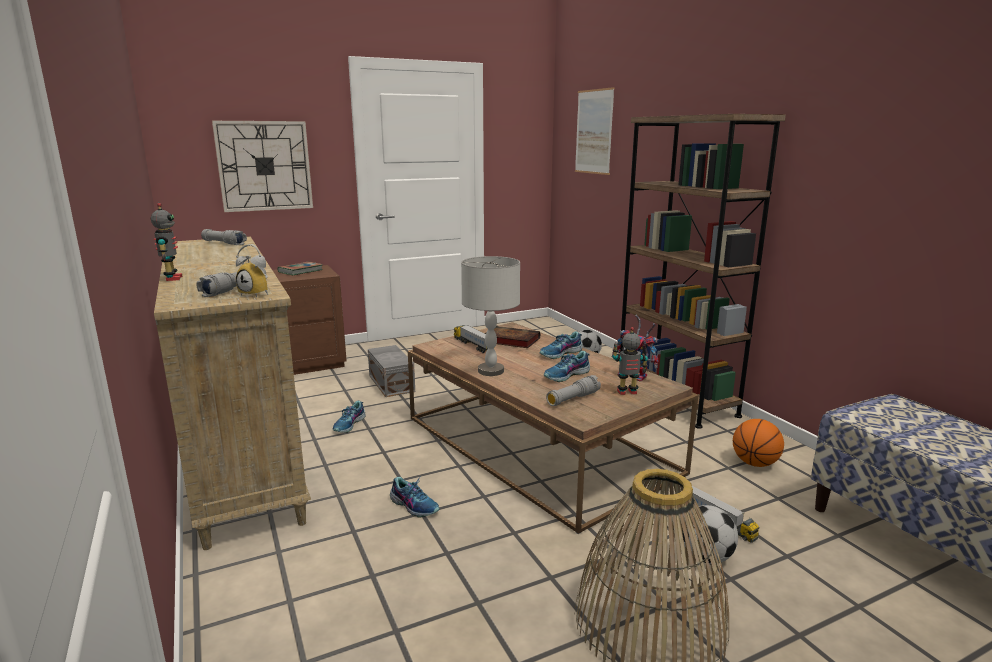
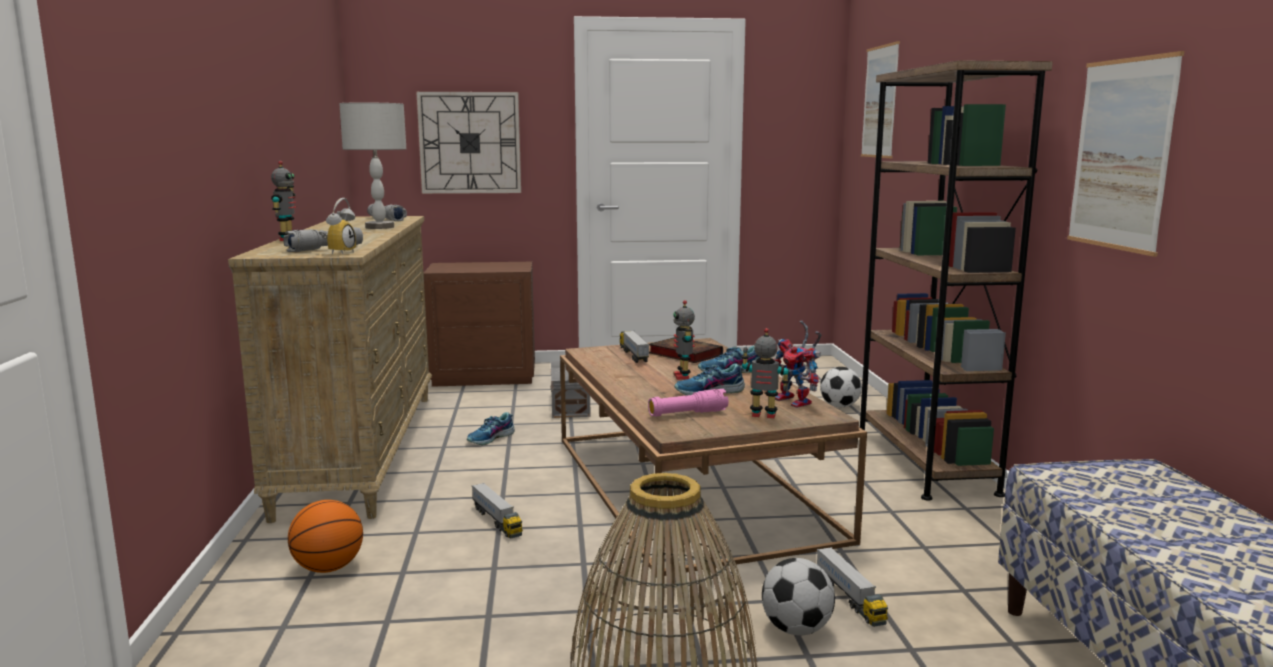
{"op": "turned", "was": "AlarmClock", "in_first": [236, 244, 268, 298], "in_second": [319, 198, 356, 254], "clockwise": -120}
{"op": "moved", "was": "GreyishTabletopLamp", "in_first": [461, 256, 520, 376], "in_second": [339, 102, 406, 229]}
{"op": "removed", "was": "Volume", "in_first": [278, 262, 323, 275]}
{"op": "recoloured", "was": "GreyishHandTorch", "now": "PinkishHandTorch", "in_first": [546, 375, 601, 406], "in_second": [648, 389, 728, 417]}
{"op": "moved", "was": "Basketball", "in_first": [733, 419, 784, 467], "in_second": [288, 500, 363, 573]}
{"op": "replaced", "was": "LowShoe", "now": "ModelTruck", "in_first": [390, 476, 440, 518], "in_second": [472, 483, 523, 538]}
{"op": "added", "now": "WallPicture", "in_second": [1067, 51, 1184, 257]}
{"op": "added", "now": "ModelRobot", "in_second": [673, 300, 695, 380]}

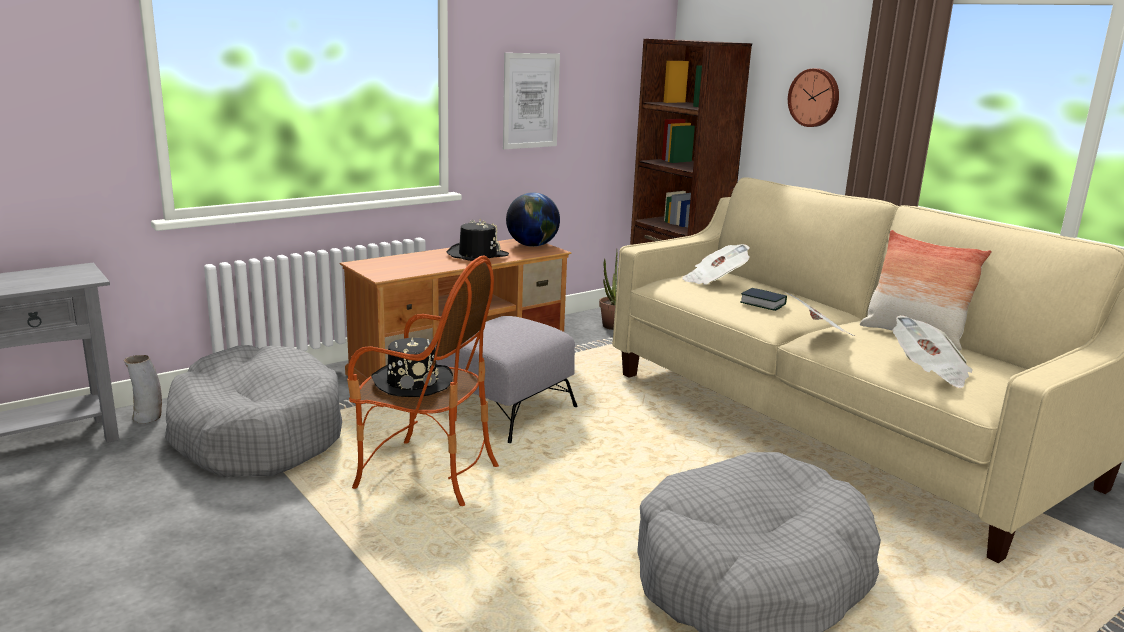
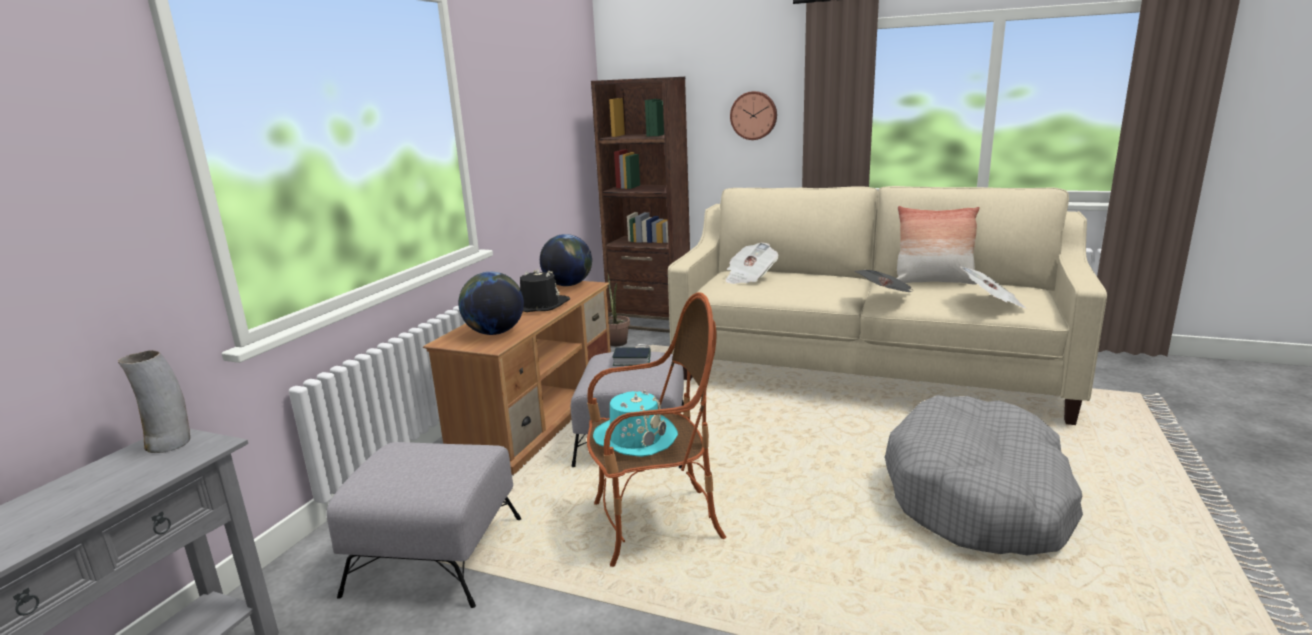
{"op": "removed", "was": "WallPicture", "in_first": [503, 53, 560, 149]}
{"op": "moved", "was": "Volume", "in_first": [740, 288, 787, 311], "in_second": [612, 347, 651, 366]}
{"op": "recoloured", "was": "BlackishHat", "now": "TurquoiseHat", "in_first": [371, 337, 453, 397], "in_second": [593, 390, 678, 457]}
{"op": "replaced", "was": "GreyishPetBed", "now": "GreyishOttoman", "in_first": [165, 345, 342, 477], "in_second": [326, 442, 521, 608]}
{"op": "moved", "was": "FlowerVase", "in_first": [124, 355, 162, 423], "in_second": [118, 350, 190, 453]}
{"op": "added", "now": "WorldGlobe", "in_second": [458, 272, 524, 335]}

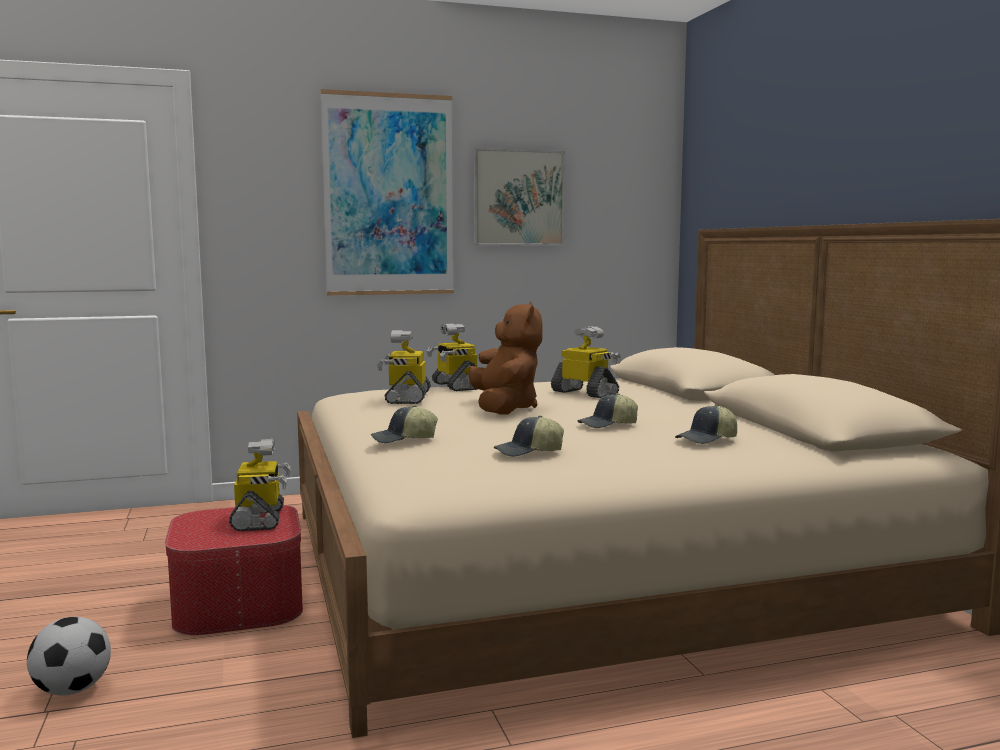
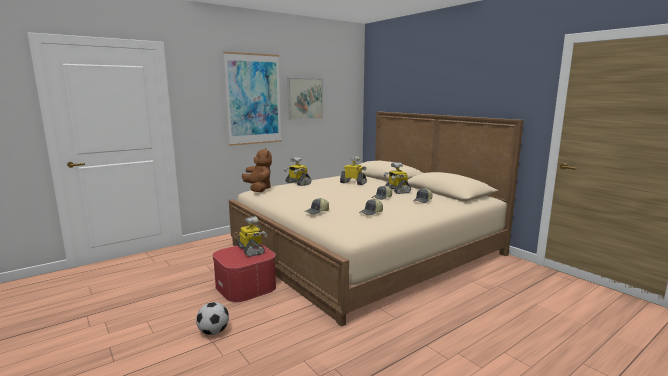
{"op": "moved", "was": "BrownSoftToy", "in_first": [468, 301, 542, 415], "in_second": [242, 148, 272, 192]}
{"op": "moved", "was": "ModelRobot", "in_first": [377, 330, 431, 404], "in_second": [384, 162, 411, 194]}

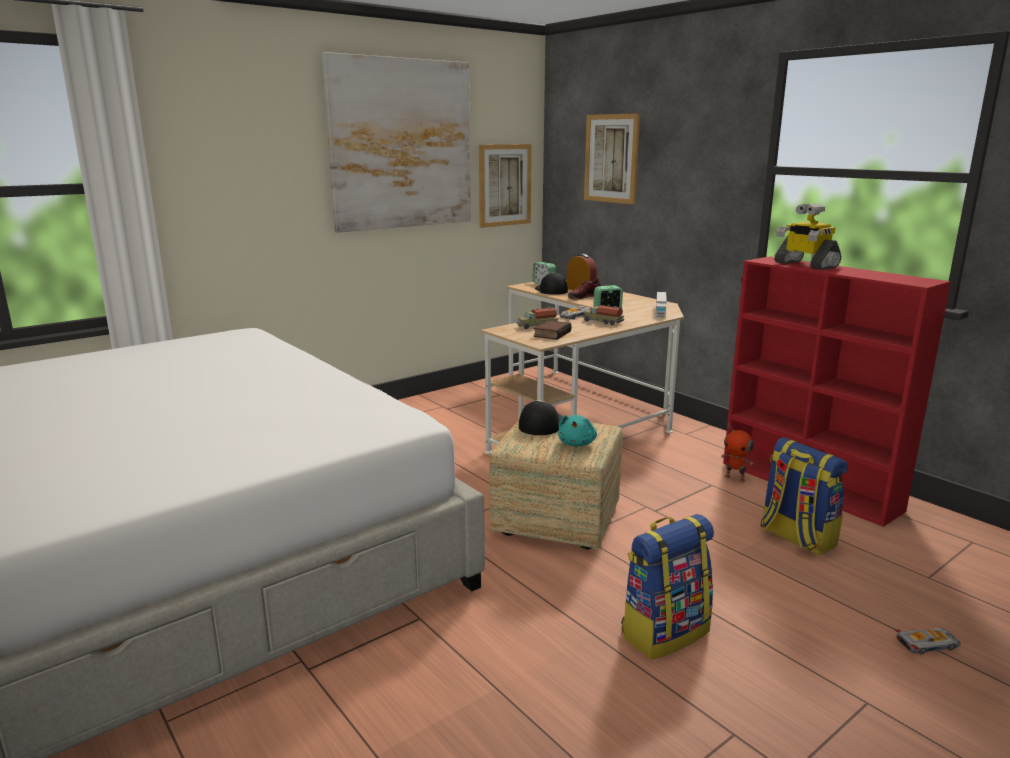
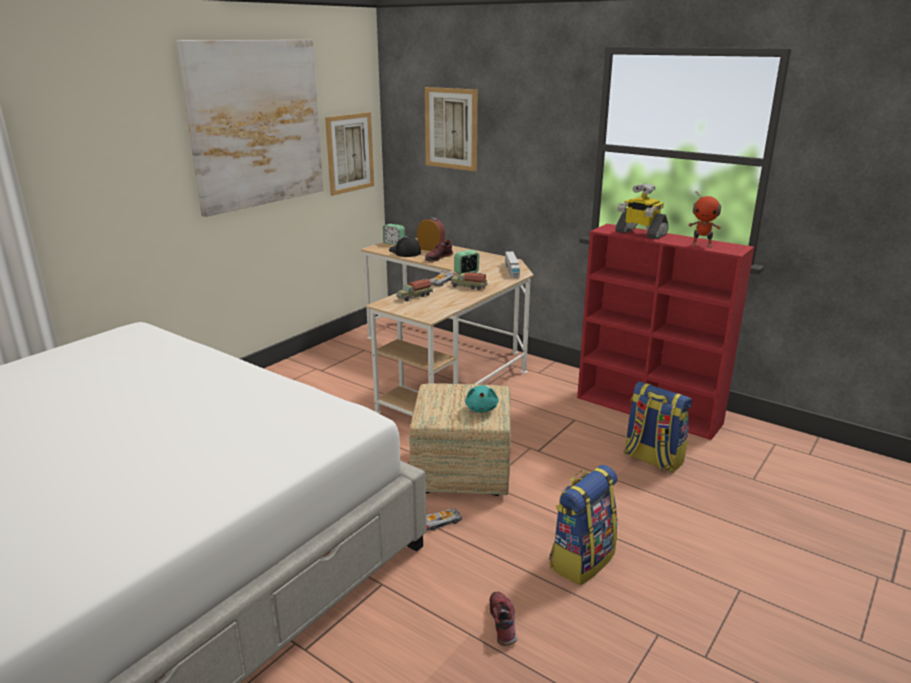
{"op": "removed", "was": "Volume", "in_first": [534, 320, 572, 340]}
{"op": "removed", "was": "Cap", "in_first": [519, 400, 562, 435]}
{"op": "moved", "was": "ModelRobot", "in_first": [721, 424, 754, 483], "in_second": [688, 192, 721, 247]}
{"op": "moved", "was": "MiniatureCar", "in_first": [895, 628, 961, 655], "in_second": [426, 509, 462, 531]}
{"op": "added", "now": "LowShoe", "in_second": [490, 592, 517, 646]}

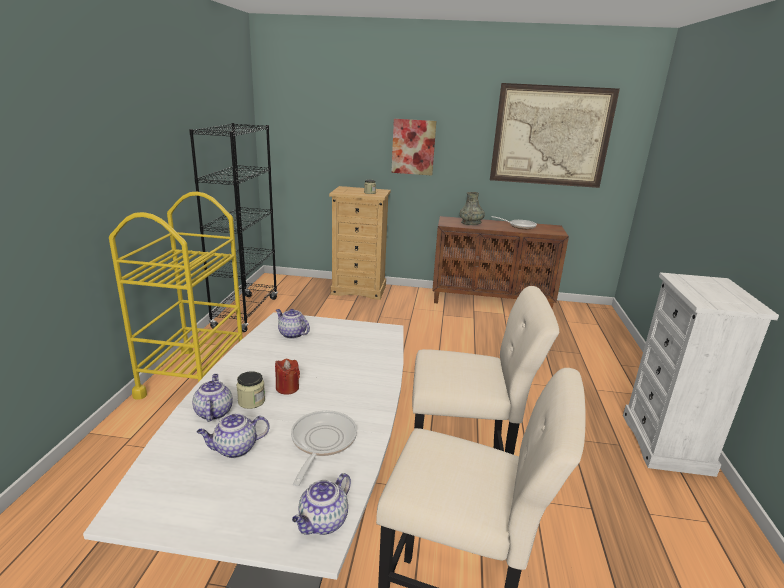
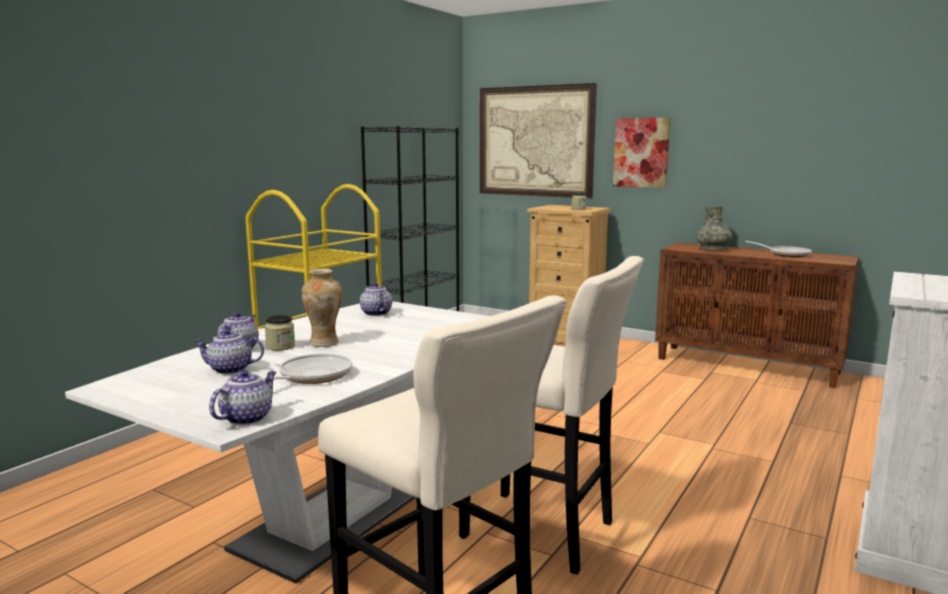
{"op": "moved", "was": "WallPicture", "in_first": [490, 83, 620, 188], "in_second": [480, 83, 597, 199]}
{"op": "replaced", "was": "ReddishWaxLight", "now": "FlowerVase", "in_first": [275, 359, 300, 395], "in_second": [301, 269, 342, 347]}
{"op": "turned", "was": "PotForTea", "in_first": [292, 473, 351, 535], "in_second": [209, 370, 276, 425], "clockwise": 150}

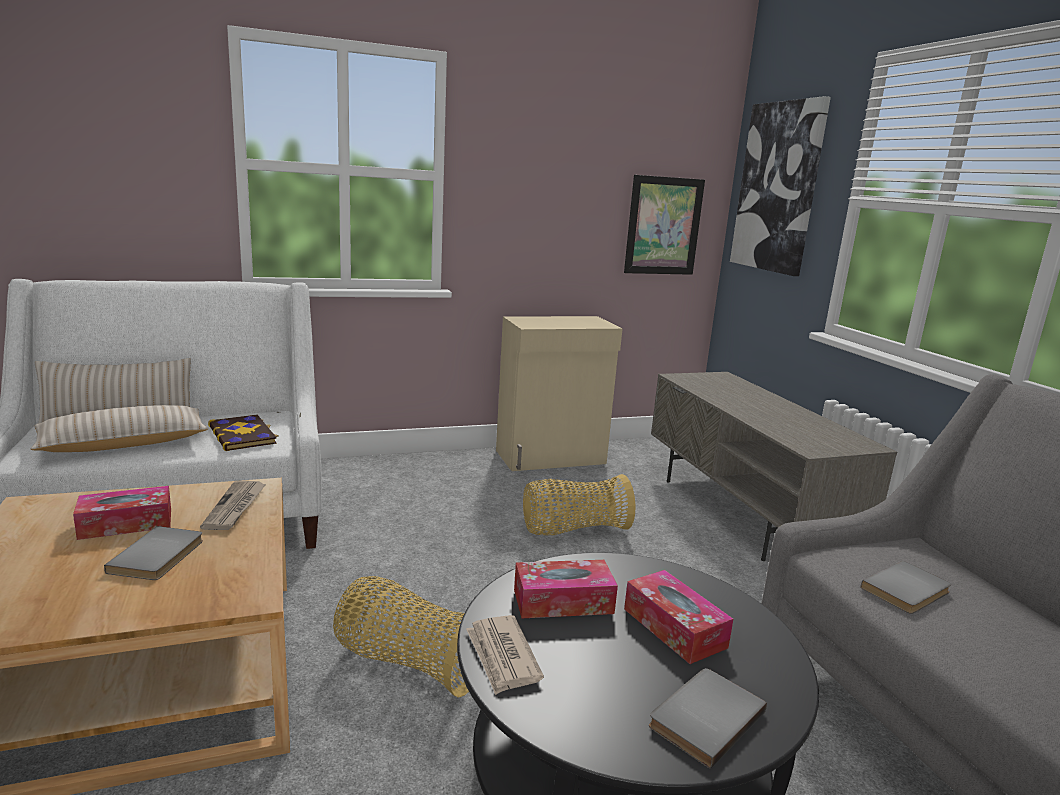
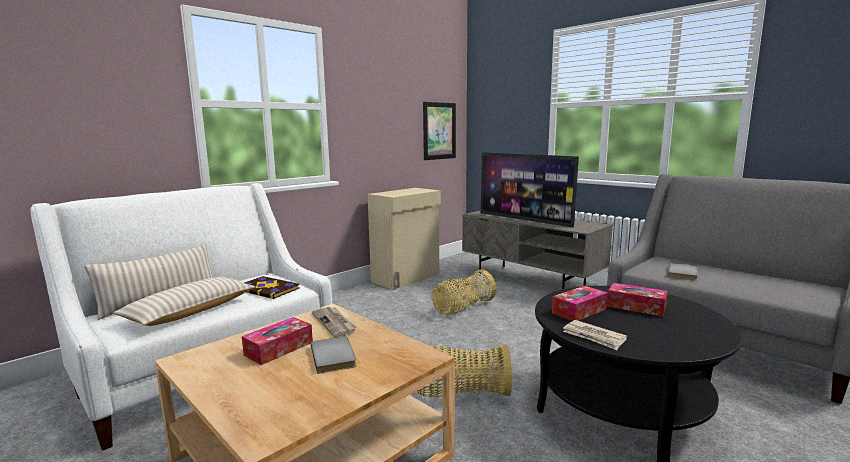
{"op": "removed", "was": "WallPicture", "in_first": [730, 96, 831, 276]}
{"op": "removed", "was": "GreyishVolume", "in_first": [649, 668, 767, 769]}
{"op": "added", "now": "Tv", "in_second": [481, 152, 579, 228]}

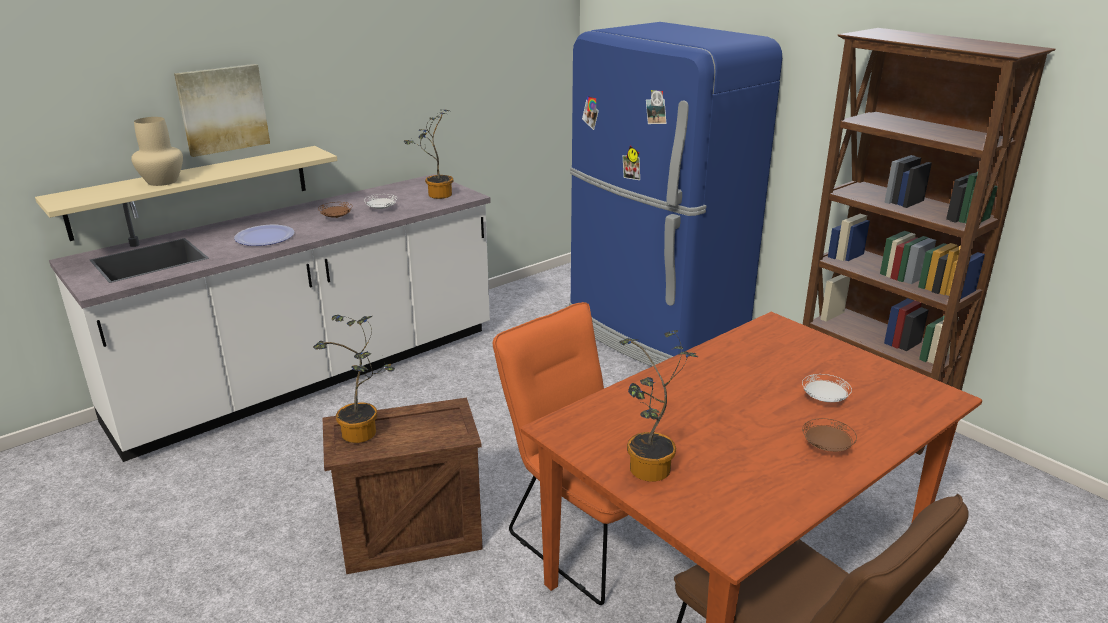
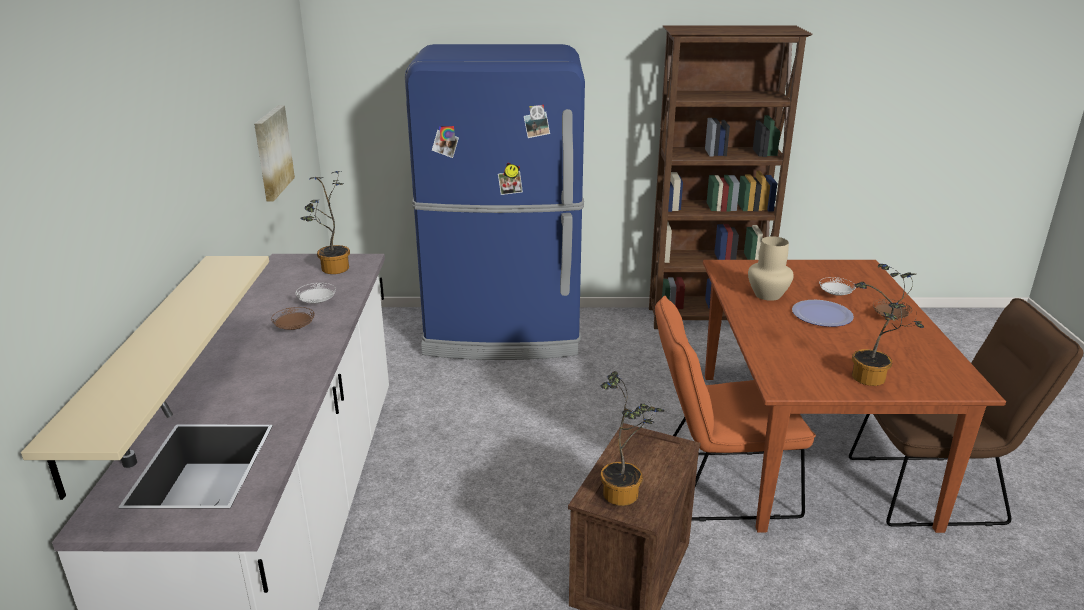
{"op": "moved", "was": "WallPicture", "in_first": [174, 64, 270, 157], "in_second": [254, 105, 295, 201]}
{"op": "moved", "was": "BeigeFlowerVase", "in_first": [131, 117, 183, 186], "in_second": [748, 236, 794, 301]}
{"op": "moved", "was": "DinnerPlate", "in_first": [234, 225, 294, 246], "in_second": [792, 300, 854, 327]}

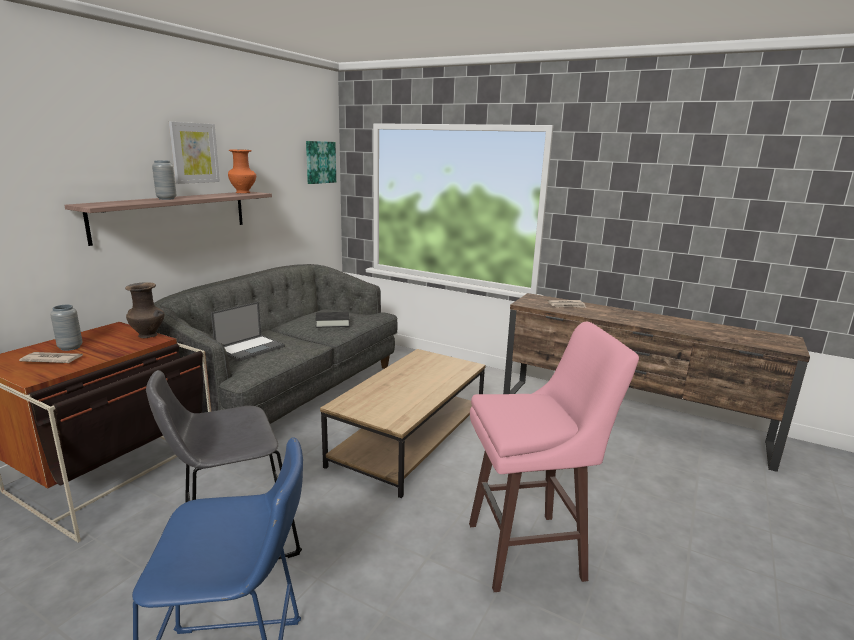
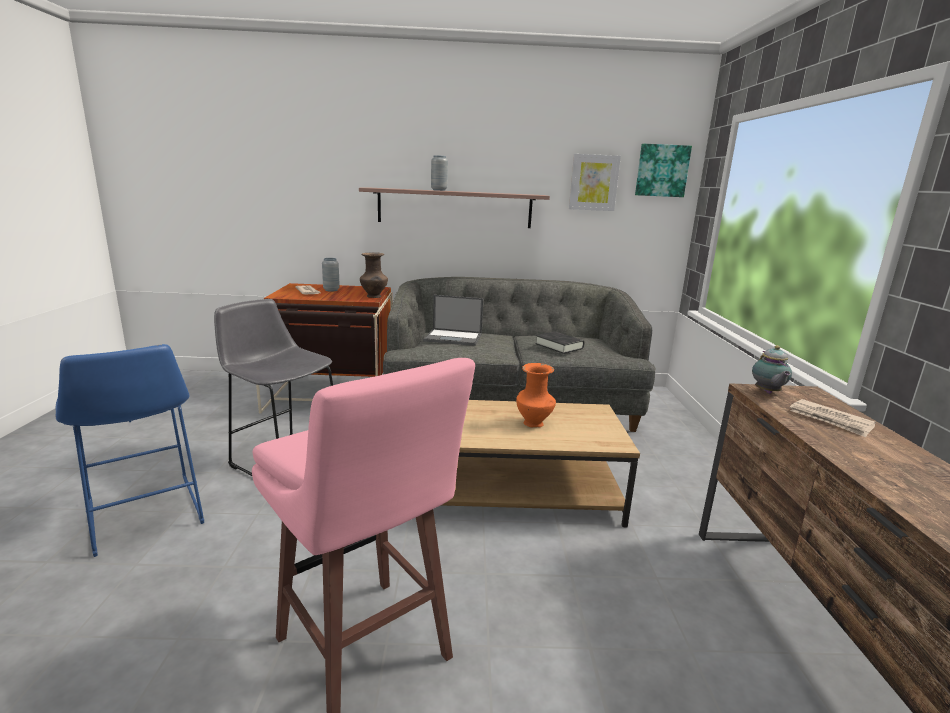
{"op": "moved", "was": "WallPicture", "in_first": [169, 122, 220, 184], "in_second": [569, 154, 621, 211]}
{"op": "moved", "was": "OrangeFlowerVase", "in_first": [228, 150, 256, 193], "in_second": [516, 363, 556, 427]}
{"op": "added", "now": "PotForTea", "in_second": [752, 345, 792, 394]}

